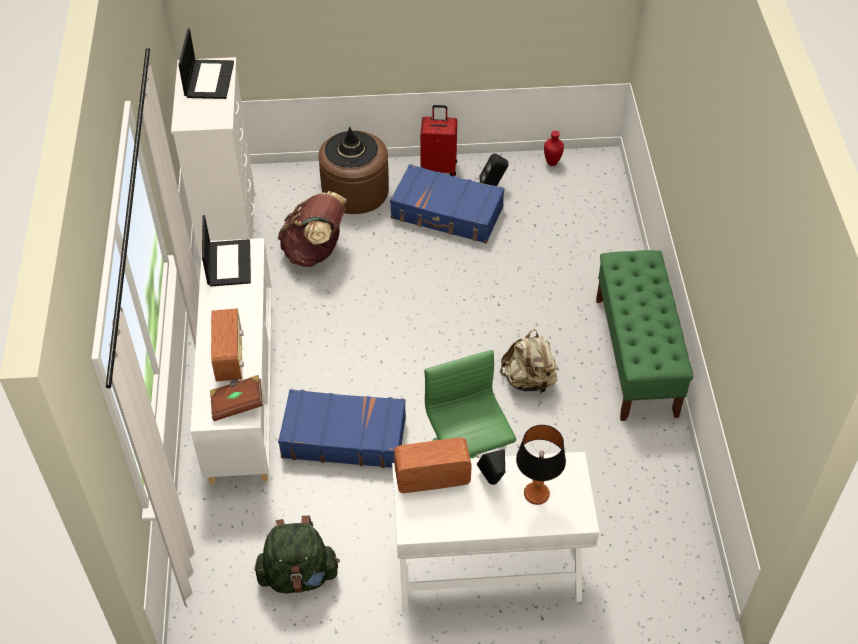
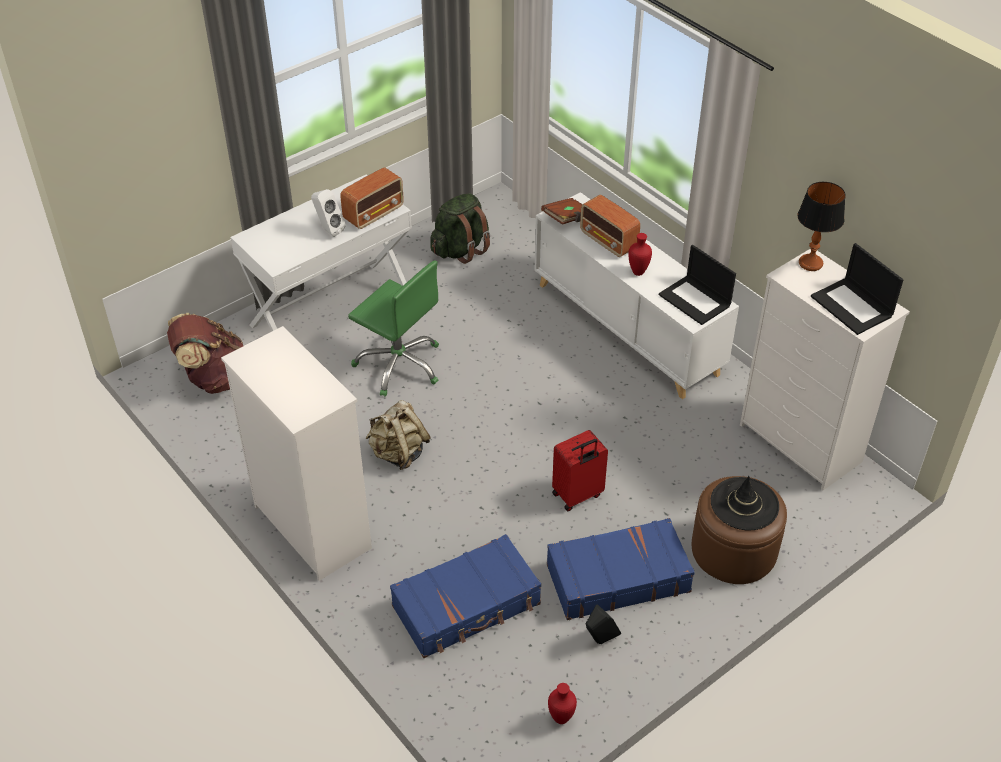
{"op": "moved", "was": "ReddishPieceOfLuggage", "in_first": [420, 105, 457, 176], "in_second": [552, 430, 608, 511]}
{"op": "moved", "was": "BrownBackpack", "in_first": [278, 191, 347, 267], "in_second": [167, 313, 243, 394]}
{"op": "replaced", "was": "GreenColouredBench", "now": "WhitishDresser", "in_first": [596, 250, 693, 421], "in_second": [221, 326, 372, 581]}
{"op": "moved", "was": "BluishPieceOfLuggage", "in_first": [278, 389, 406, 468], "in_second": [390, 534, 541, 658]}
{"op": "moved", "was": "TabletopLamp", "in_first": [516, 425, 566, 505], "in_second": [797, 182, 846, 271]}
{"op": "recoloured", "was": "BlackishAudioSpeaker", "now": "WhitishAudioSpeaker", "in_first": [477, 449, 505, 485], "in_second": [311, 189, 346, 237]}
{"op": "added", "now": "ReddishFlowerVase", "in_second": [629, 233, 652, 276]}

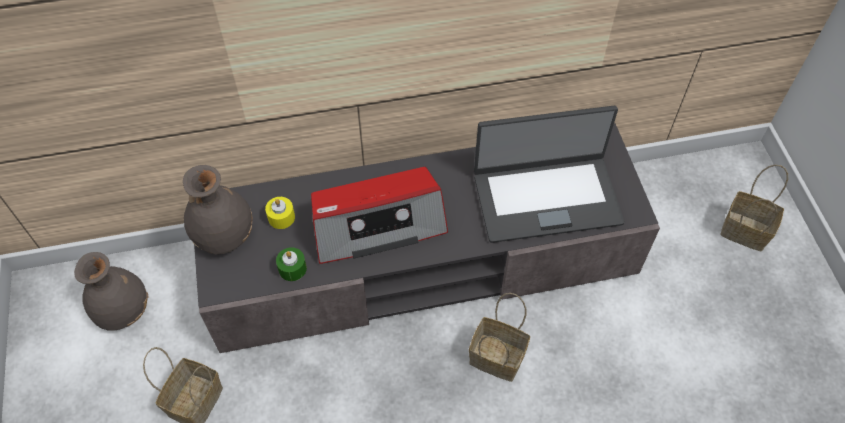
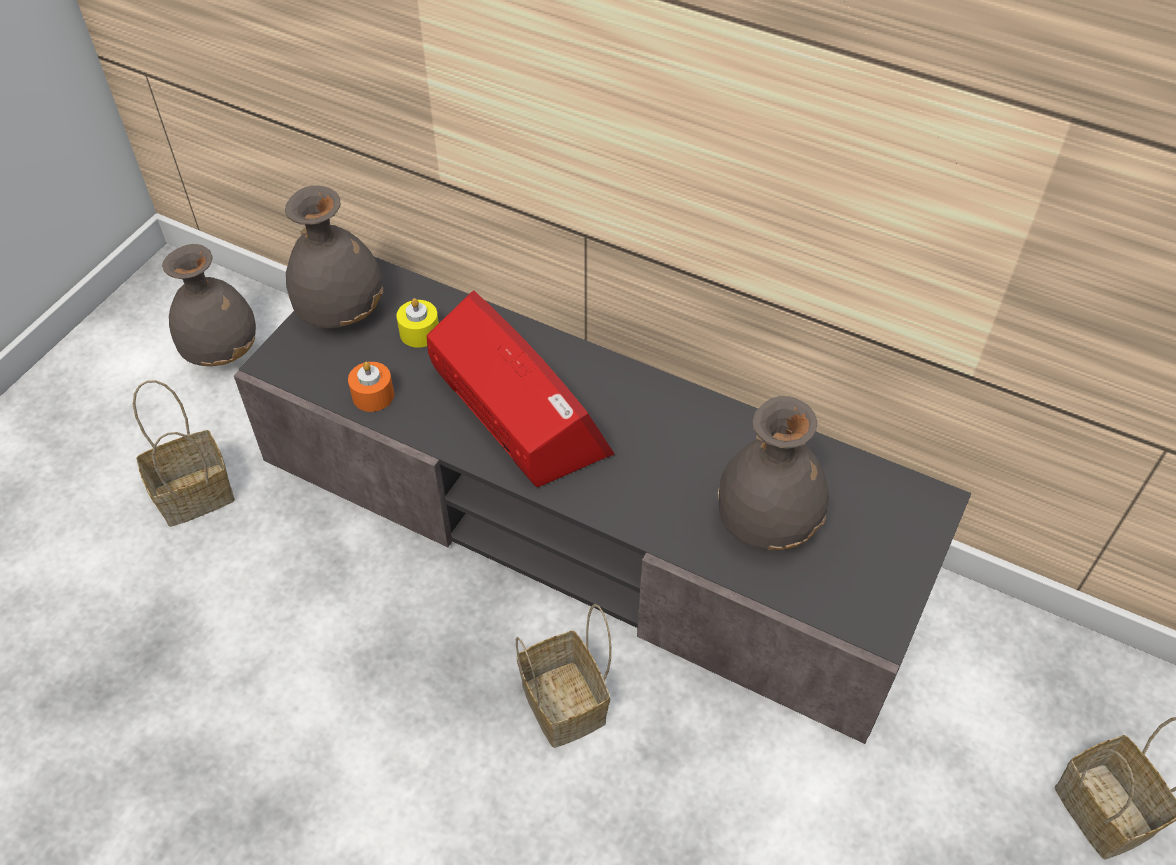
{"op": "replaced", "was": "NotebookComputer", "now": "GreyishFlowerVase", "in_first": [474, 106, 625, 243], "in_second": [718, 396, 829, 550]}
{"op": "turned", "was": "RadioSet", "in_first": [311, 167, 448, 264], "in_second": [427, 290, 615, 487], "clockwise": -150}
{"op": "recoloured", "was": "GreenColouredWaxLight", "now": "OrangeWaxLight", "in_first": [276, 247, 307, 281], "in_second": [348, 362, 394, 412]}

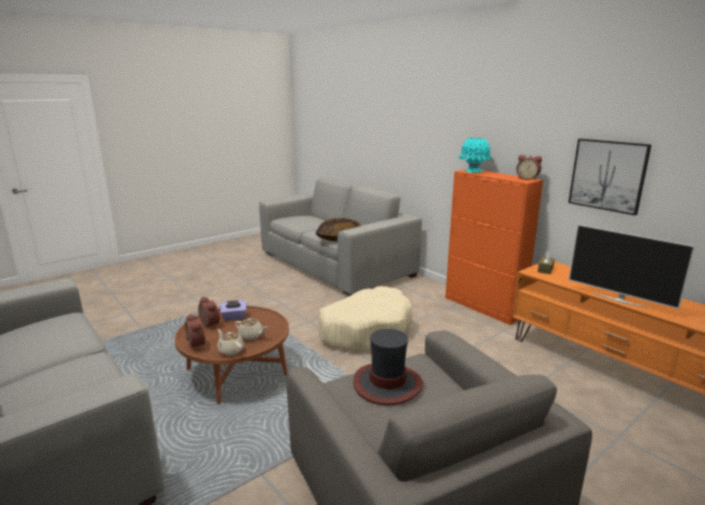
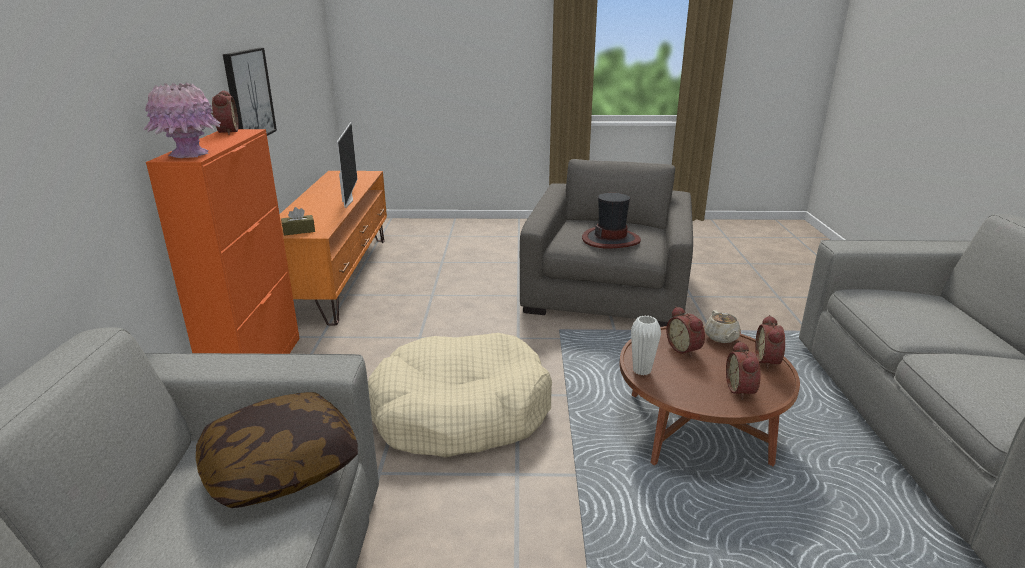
{"op": "recoloured", "was": "TurquoiseFlowerVase", "now": "PinkishFlowerVase", "in_first": [458, 138, 493, 173], "in_second": [144, 82, 221, 158]}
{"op": "removed", "was": "PurpleTissueBox", "in_first": [220, 300, 246, 320]}
{"op": "replaced", "was": "BeigePotForTea", "now": "AlarmClock", "in_first": [235, 318, 268, 340], "in_second": [666, 306, 705, 357]}
{"op": "added", "now": "WhitishFlowerVase", "in_second": [631, 316, 661, 375]}

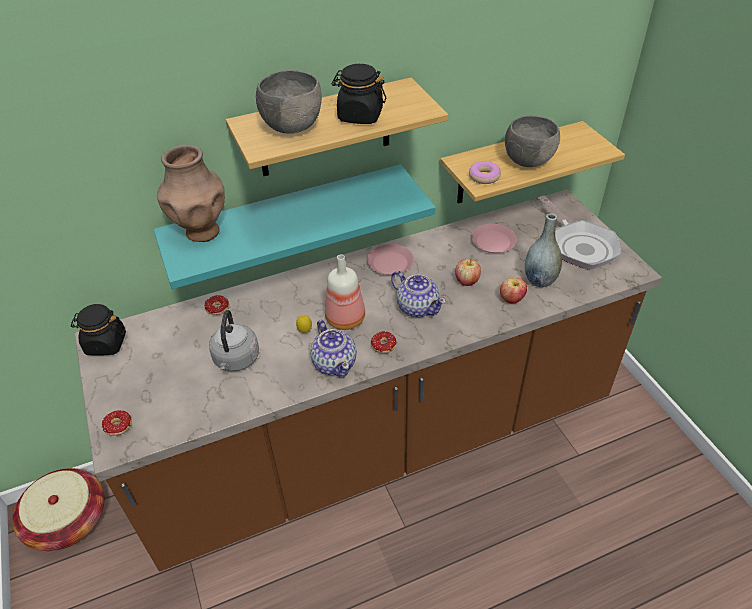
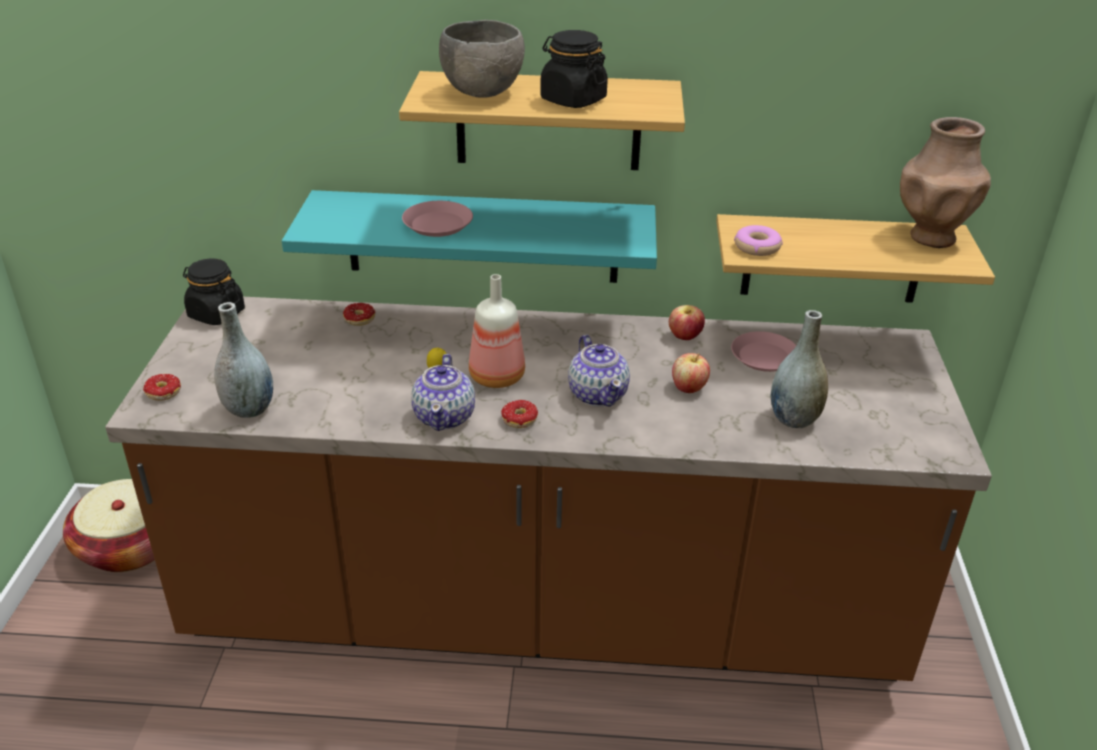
{"op": "removed", "was": "GreyishServingBowl", "in_first": [505, 115, 560, 167]}
{"op": "moved", "was": "BrownFlowerVase", "in_first": [157, 144, 225, 242], "in_second": [900, 117, 991, 248]}
{"op": "removed", "was": "FryingPan", "in_first": [538, 196, 621, 270]}
{"op": "moved", "was": "PinkishDinnerPlate", "in_first": [367, 244, 414, 275], "in_second": [402, 201, 473, 237]}
{"op": "moved", "was": "Apple", "in_first": [500, 277, 527, 303], "in_second": [669, 305, 705, 340]}
{"op": "removed", "was": "GreyishKettle", "in_first": [209, 310, 259, 372]}
{"op": "added", "now": "GreyishFlowerVase", "in_second": [214, 302, 273, 418]}

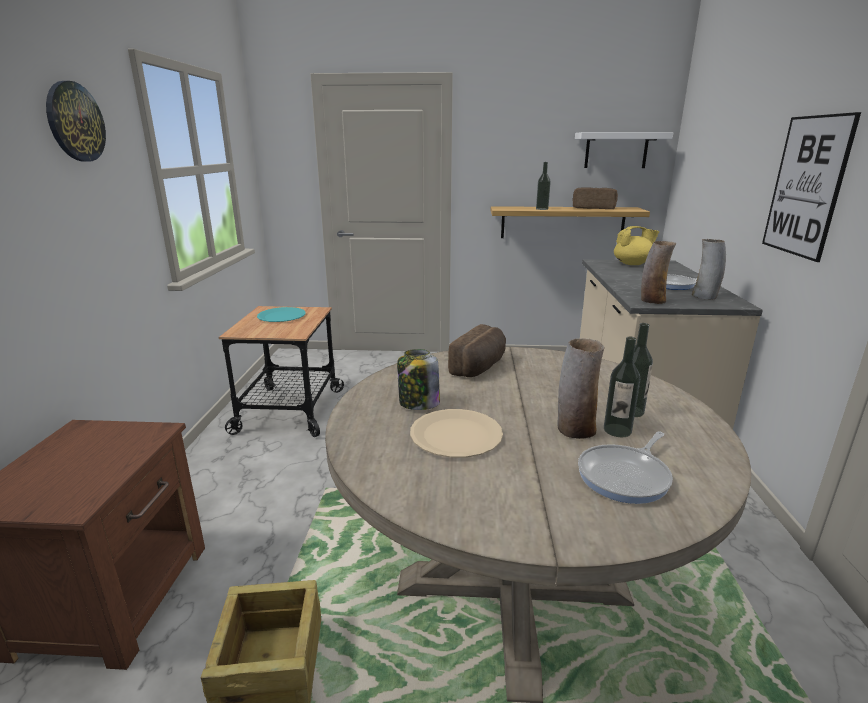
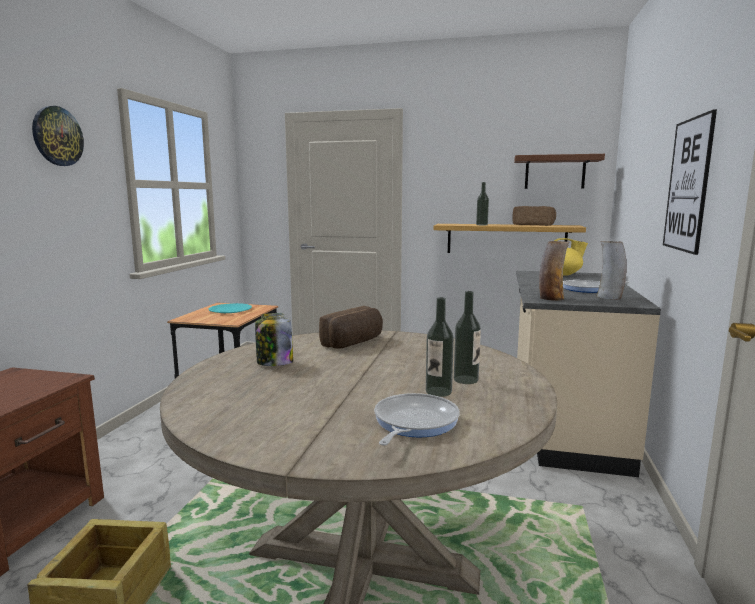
{"op": "recoloured", "was": "WhitishShelf", "now": "BrownShelf", "in_first": [575, 132, 673, 168], "in_second": [514, 154, 605, 189]}
{"op": "removed", "was": "FlowerVase", "in_first": [558, 338, 605, 439]}
{"op": "removed", "was": "BeigeDinnerPlate", "in_first": [410, 409, 503, 458]}
{"op": "turned", "was": "FryingPan", "in_first": [578, 431, 673, 504], "in_second": [374, 393, 460, 446], "clockwise": 150}

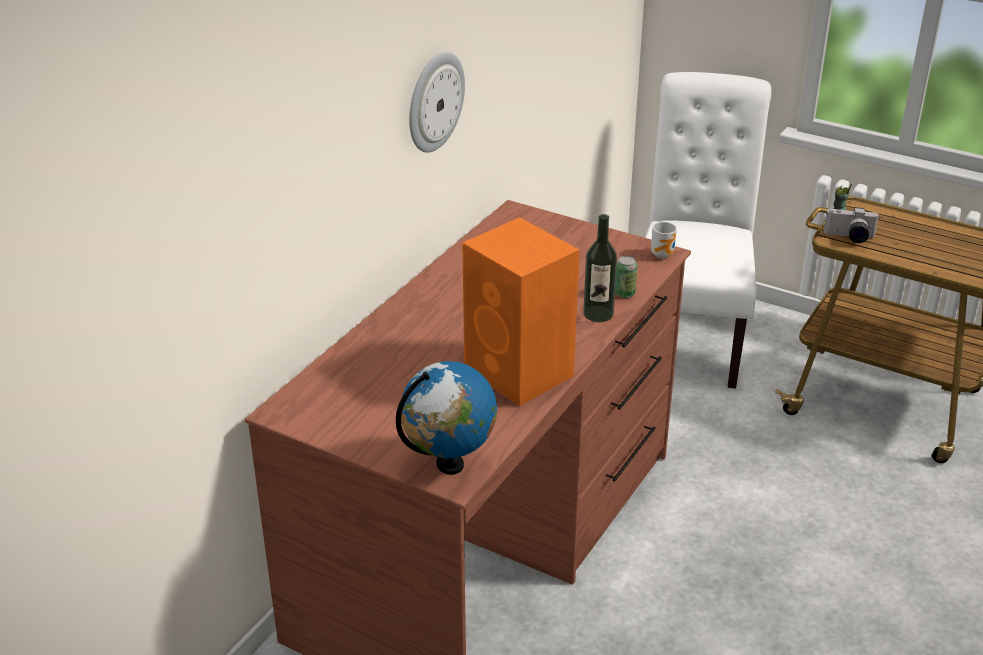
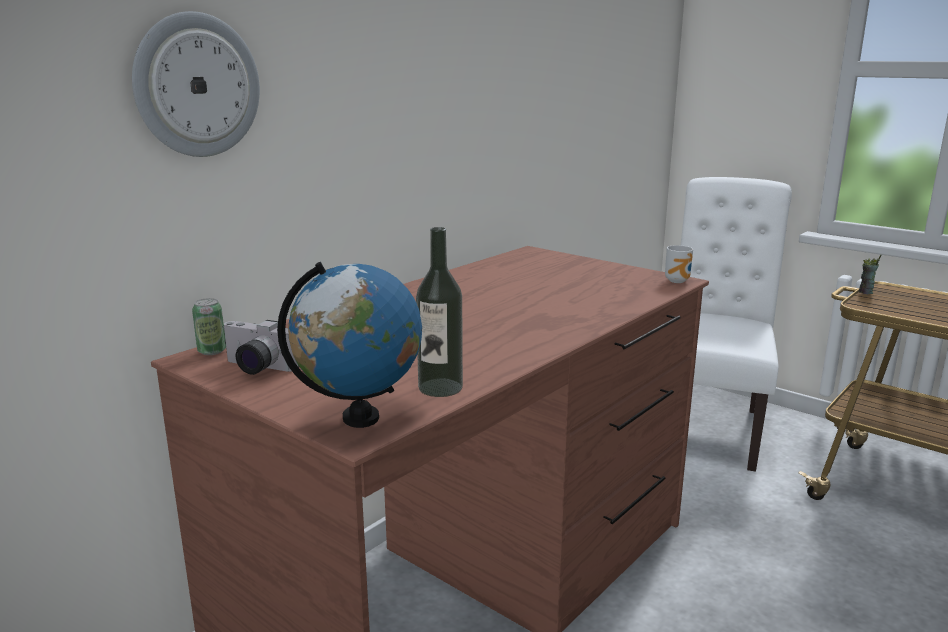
{"op": "moved", "was": "HangingClock", "in_first": [409, 52, 465, 153], "in_second": [132, 11, 260, 157]}
{"op": "moved", "was": "PhotoCamera", "in_first": [824, 207, 880, 243], "in_second": [222, 320, 299, 375]}
{"op": "moved", "was": "DrinkBottle", "in_first": [583, 214, 617, 322], "in_second": [416, 227, 463, 397]}
{"op": "removed", "was": "OrangeAudioSpeaker", "in_first": [462, 217, 579, 406]}
{"op": "moved", "was": "Can", "in_first": [615, 256, 637, 298], "in_second": [192, 298, 226, 355]}

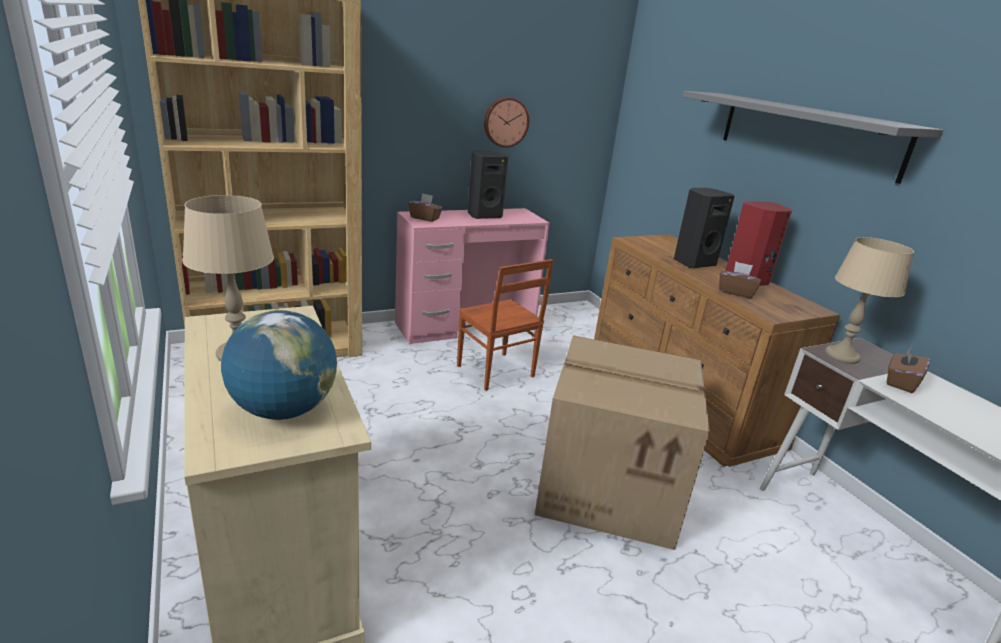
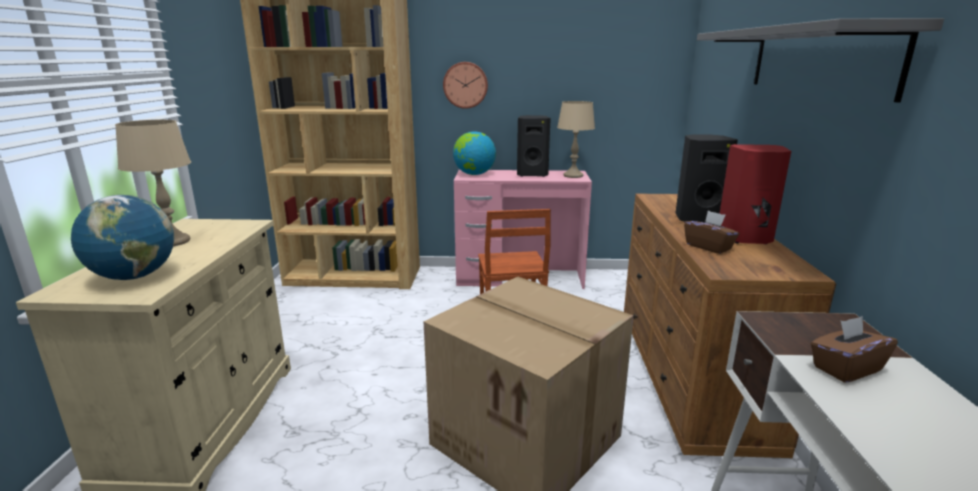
{"op": "moved", "was": "HangingClock", "in_first": [484, 97, 530, 148], "in_second": [443, 62, 488, 109]}
{"op": "replaced", "was": "BrownTissueBox", "now": "WorldGlobe", "in_first": [408, 193, 443, 222], "in_second": [453, 131, 496, 175]}
{"op": "moved", "was": "BeigeTabletopLamp", "in_first": [825, 237, 914, 364], "in_second": [557, 101, 595, 178]}

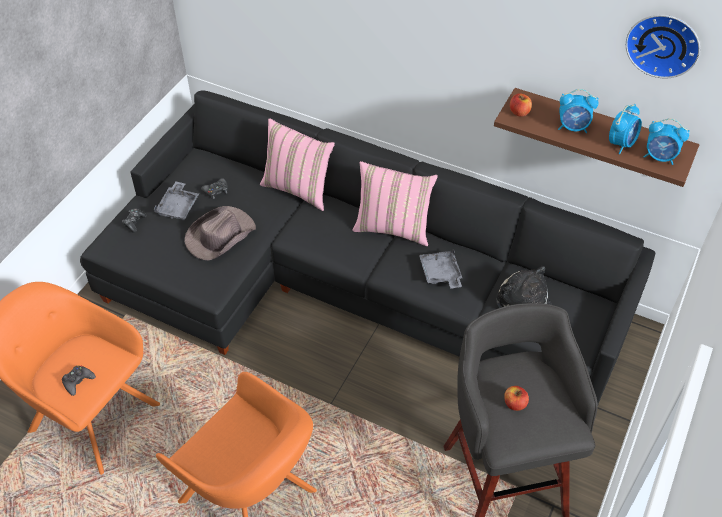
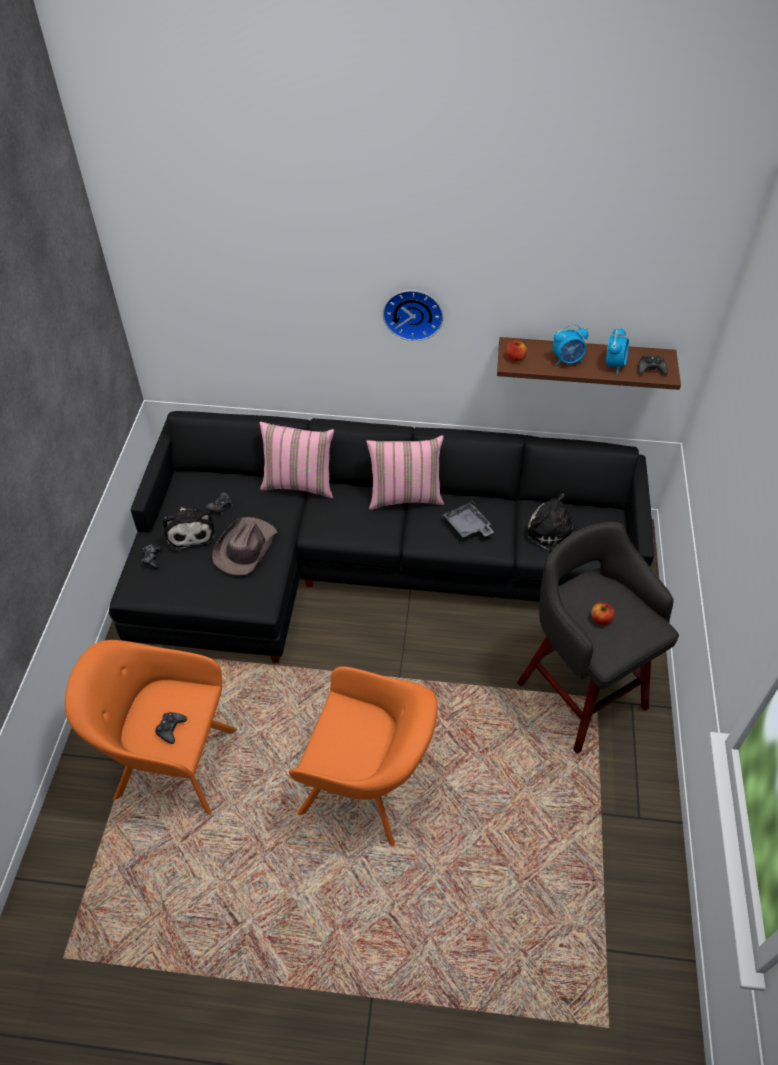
{"op": "moved", "was": "HangingClock", "in_first": [626, 15, 700, 78], "in_second": [383, 290, 443, 341]}
{"op": "replaced", "was": "AlarmClock", "now": "BlackishJoypad", "in_first": [644, 118, 690, 165], "in_second": [638, 355, 668, 375]}
{"op": "replaced", "was": "GreyishCarryingTray", "now": "SoftToy", "in_first": [153, 181, 199, 220], "in_second": [163, 507, 215, 551]}

